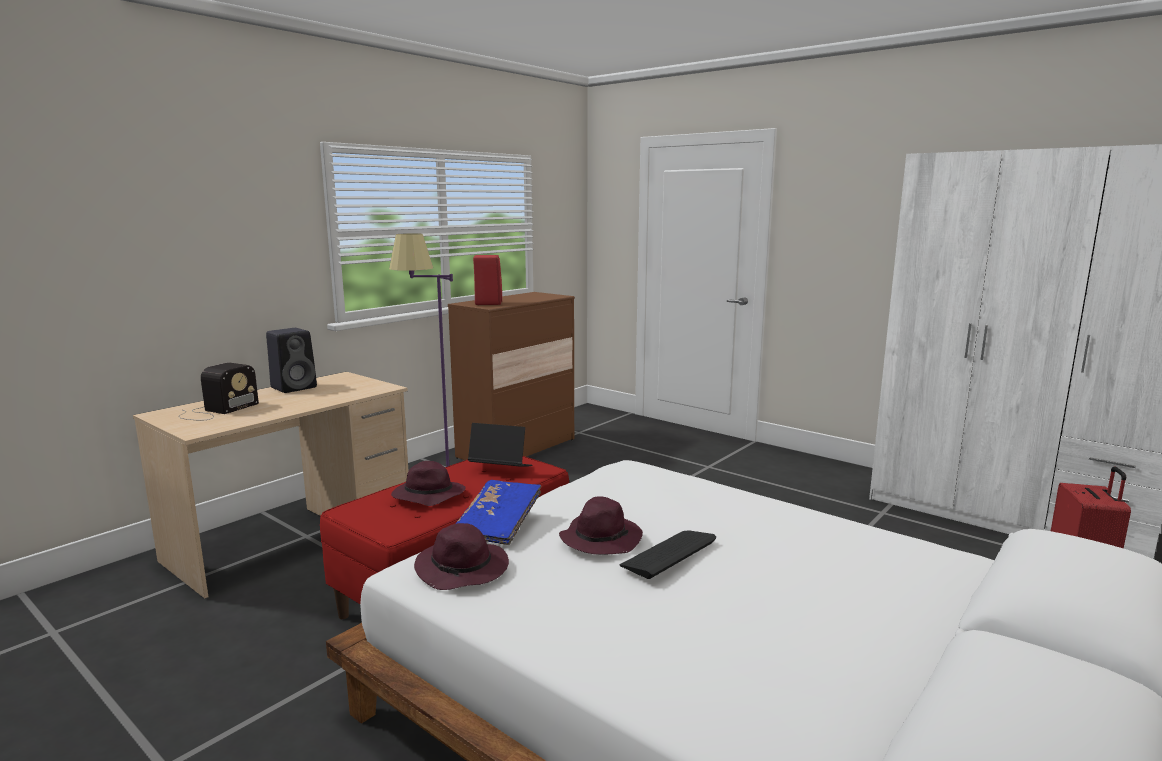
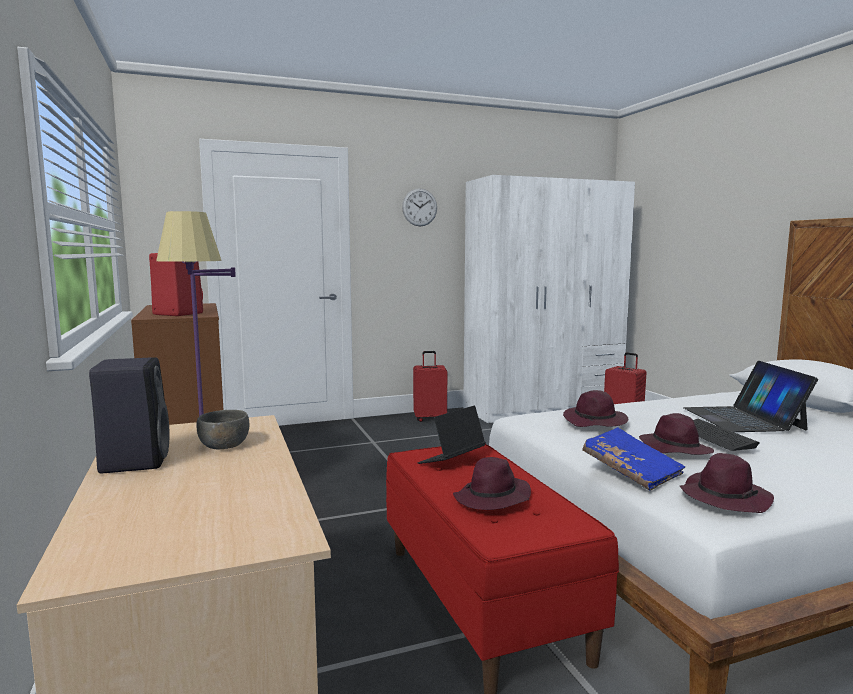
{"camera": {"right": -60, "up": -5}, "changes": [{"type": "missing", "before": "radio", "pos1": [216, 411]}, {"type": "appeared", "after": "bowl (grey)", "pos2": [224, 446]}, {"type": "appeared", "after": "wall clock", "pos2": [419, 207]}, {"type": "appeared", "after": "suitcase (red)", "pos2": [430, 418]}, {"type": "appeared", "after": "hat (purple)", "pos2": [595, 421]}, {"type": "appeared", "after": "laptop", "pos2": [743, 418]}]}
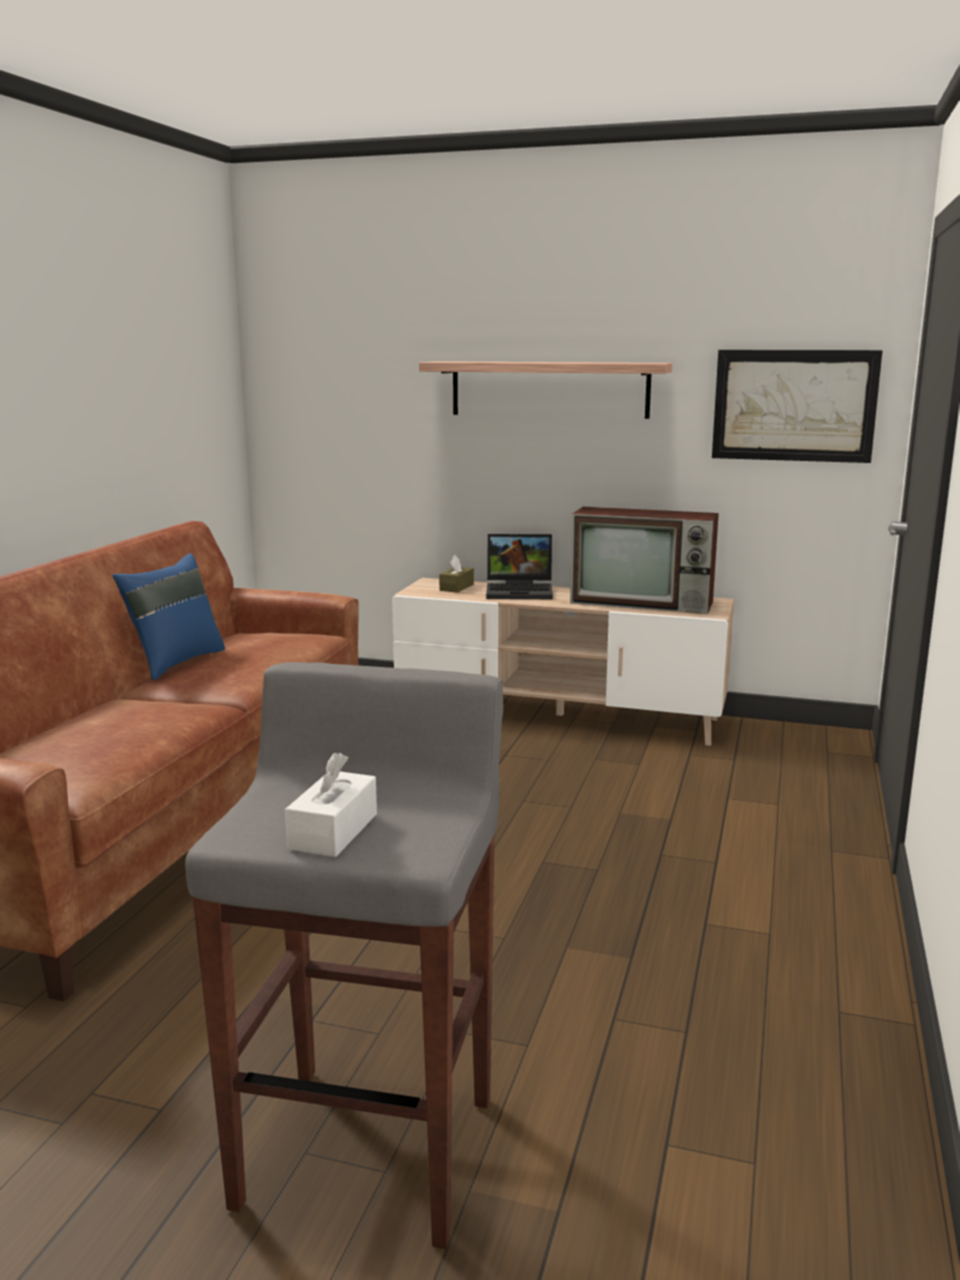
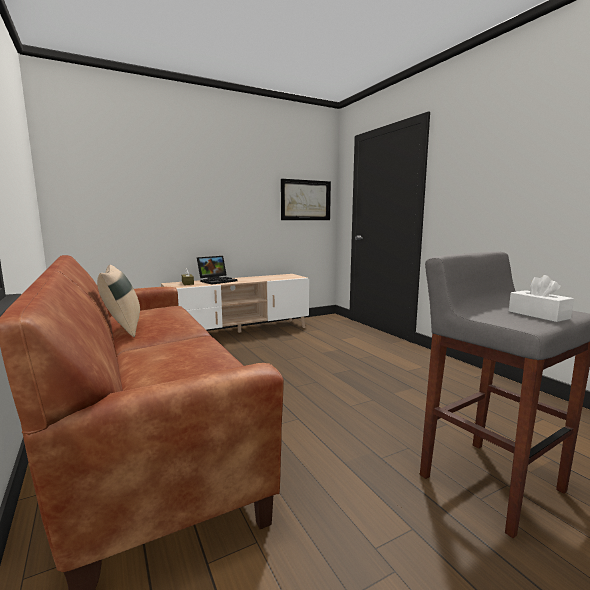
{"camera": {"right": -45, "up": -5}, "changes": [{"type": "missing", "before": "shelf", "pos1": [549, 389]}, {"type": "missing", "before": "television", "pos1": [644, 602]}, {"type": "colour", "before": "pillow (blue)", "after": "pillow (beige)", "pos1": [175, 662], "pos2": [123, 329]}]}
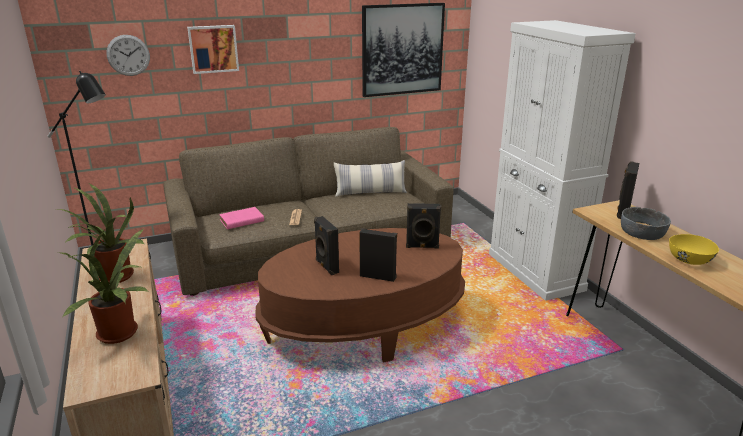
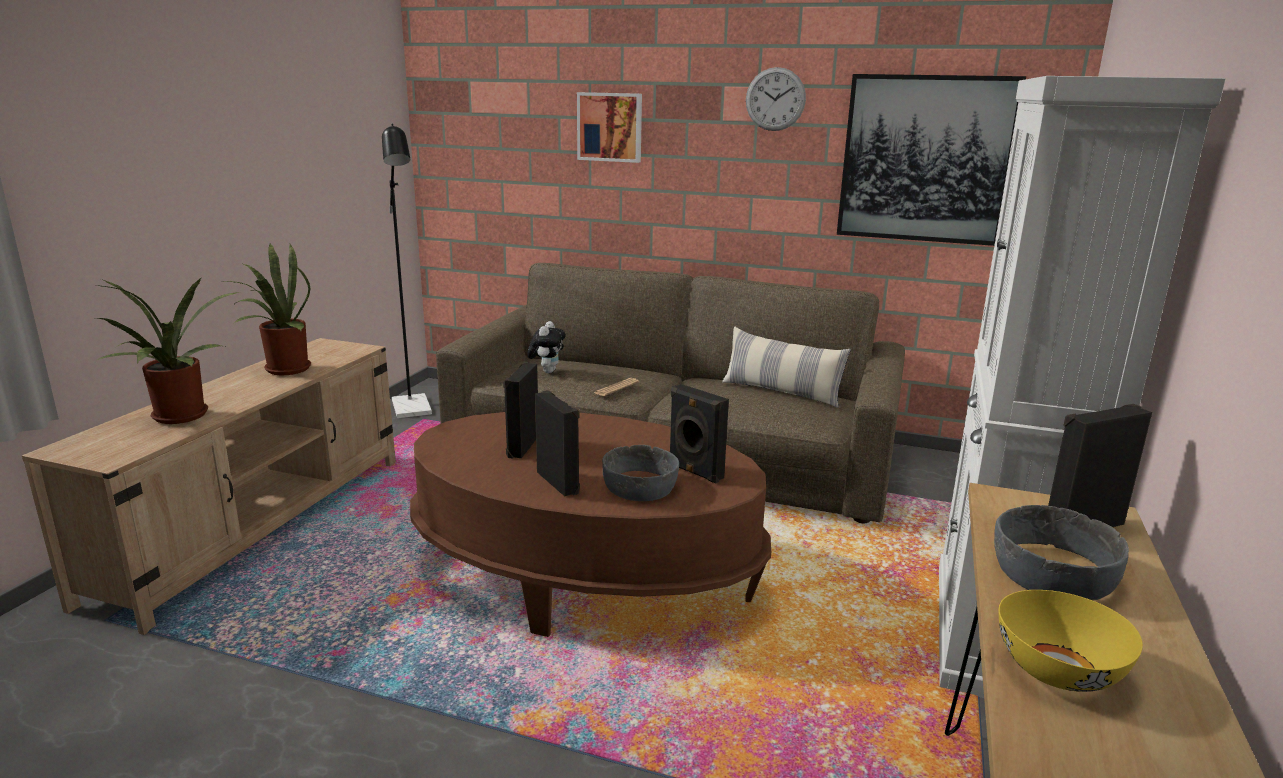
{"camera": {"right": 40, "up": -5}, "changes": [{"type": "appeared", "after": "bowl (grey)", "pos2": [640, 487]}, {"type": "relocated", "before": "wall clock", "pos1": [128, 55], "pos2": [775, 99]}, {"type": "exchanged", "before": "book (pink)", "after": "plush toy", "pos1": [240, 221], "pos2": [547, 371]}]}
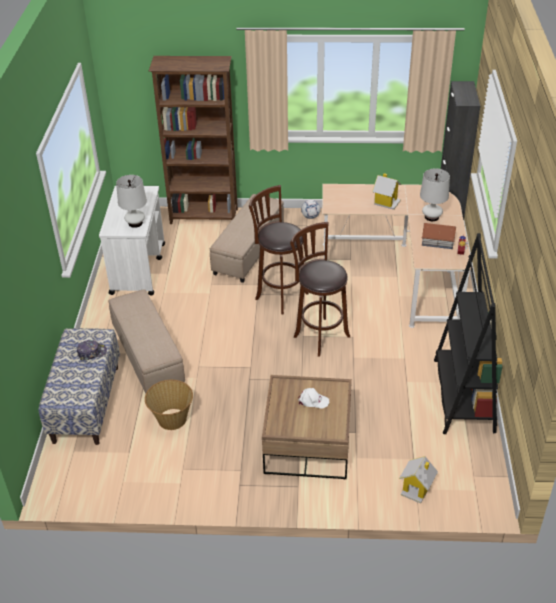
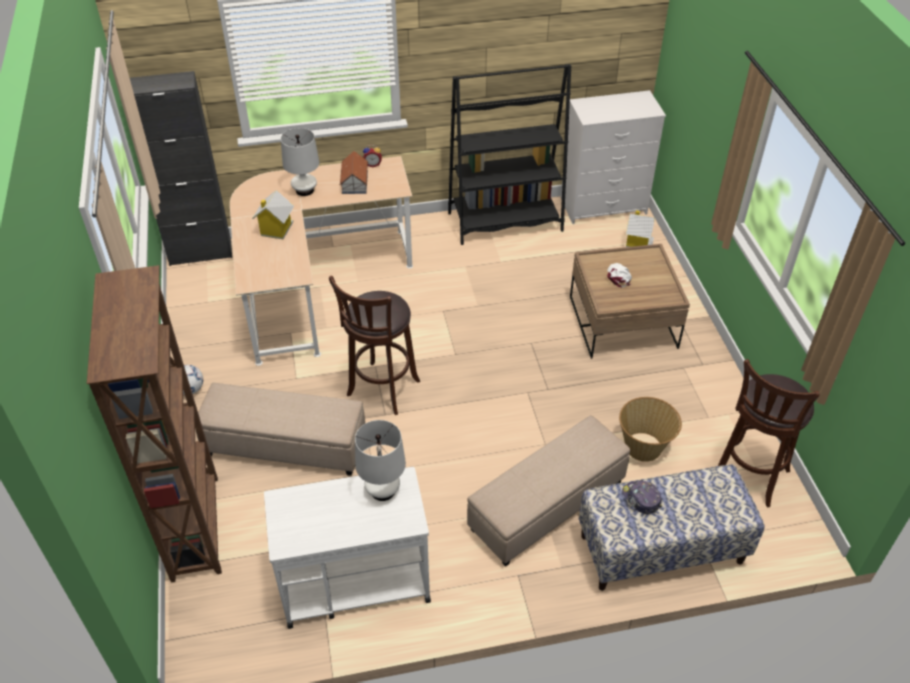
{"camera": {"right": -105, "up": 5}, "changes": [{"type": "appeared", "after": "dresser (white)", "pos2": [604, 205]}, {"type": "relocated", "before": "stool (brown)", "pos1": [319, 335], "pos2": [748, 477]}]}
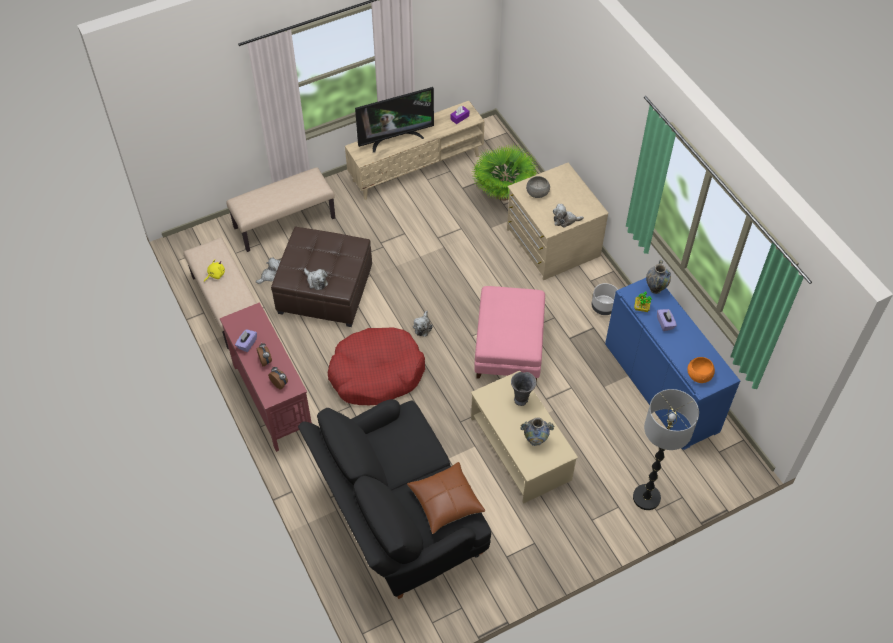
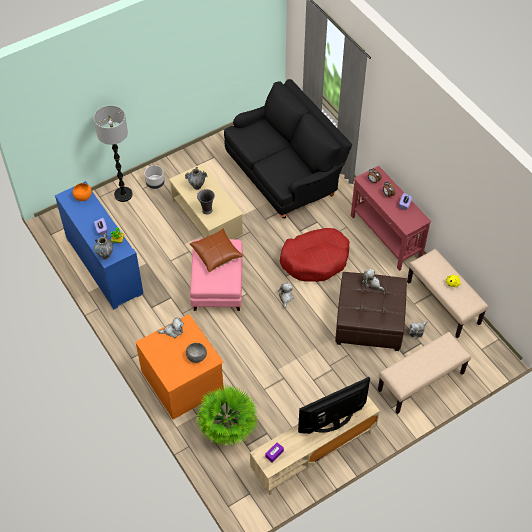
{"camera": {"right": 175, "up": 0}, "changes": [{"type": "relocated", "before": "pillow (brown)", "pos1": [445, 502], "pos2": [216, 254]}, {"type": "relocated", "before": "planter (grey)", "pos1": [603, 307], "pos2": [155, 183]}, {"type": "colour", "before": "dresser (beige)", "after": "dresser (orange)", "pos1": [551, 243], "pos2": [183, 380]}]}
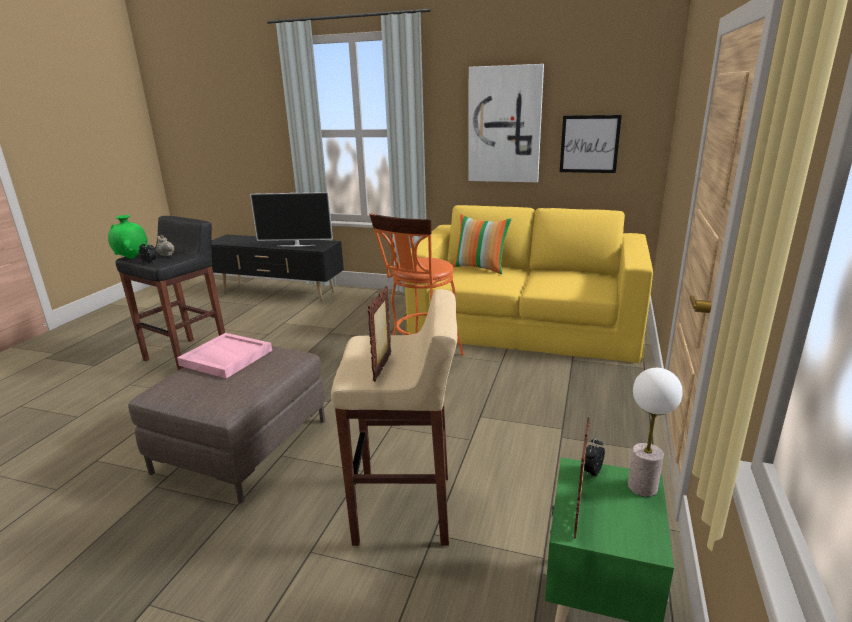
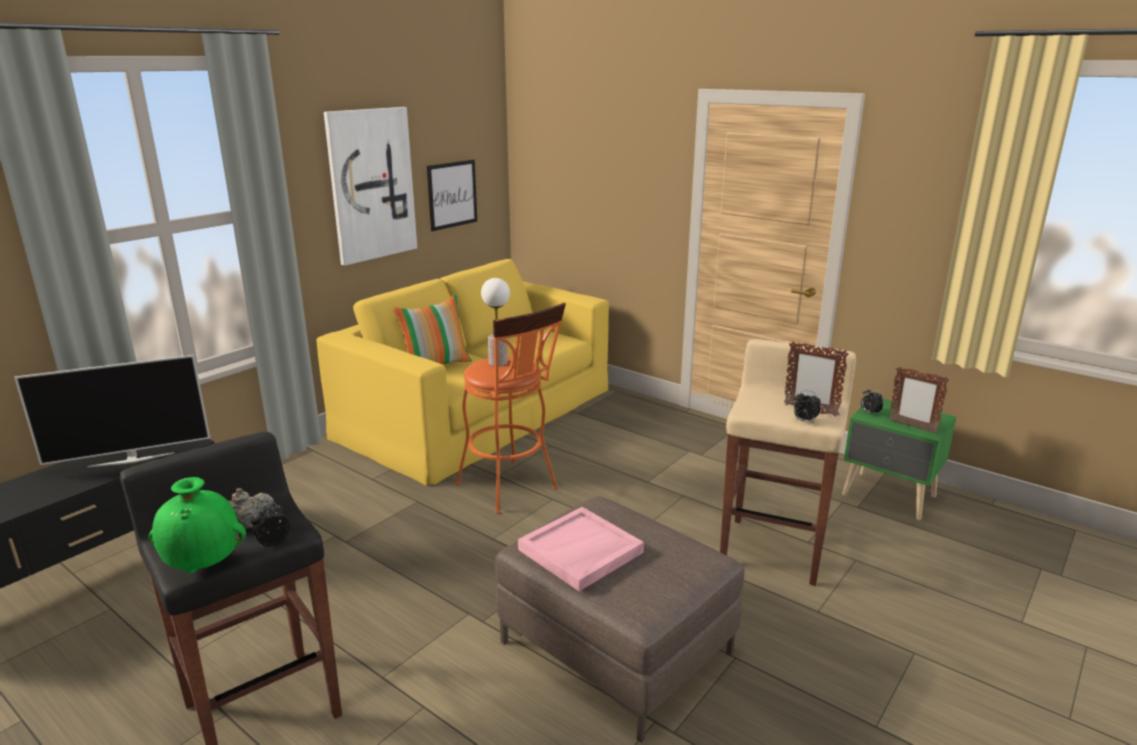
{"camera": {"right": -70, "up": 0}, "changes": [{"type": "appeared", "after": "alarm clock", "pos2": [804, 421]}, {"type": "relocated", "before": "table lamp", "pos1": [642, 487], "pos2": [498, 363]}, {"type": "spun", "before": "television", "pos1": [296, 245], "pos2": [131, 459], "turn": 45}]}
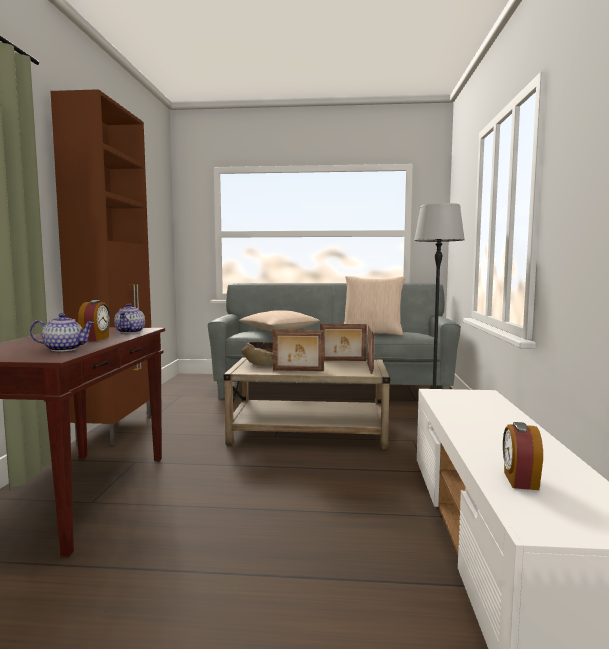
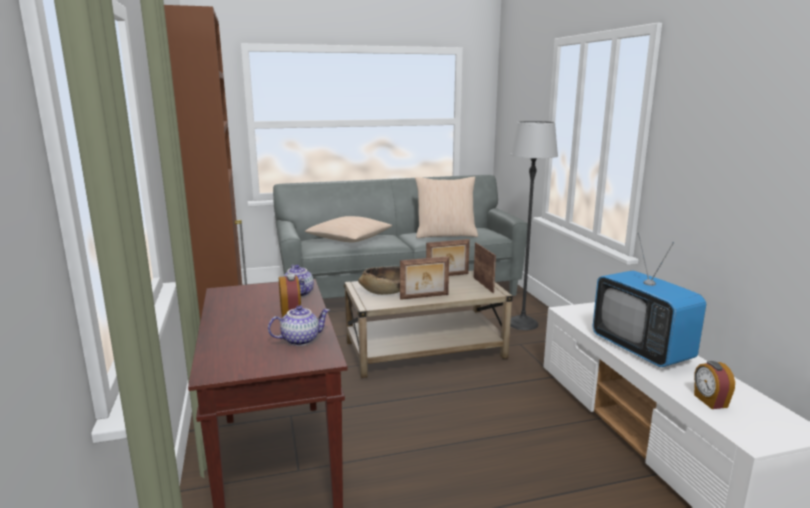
{"camera": {"right": -20, "up": 10}, "changes": [{"type": "appeared", "after": "television", "pos2": [641, 349]}]}
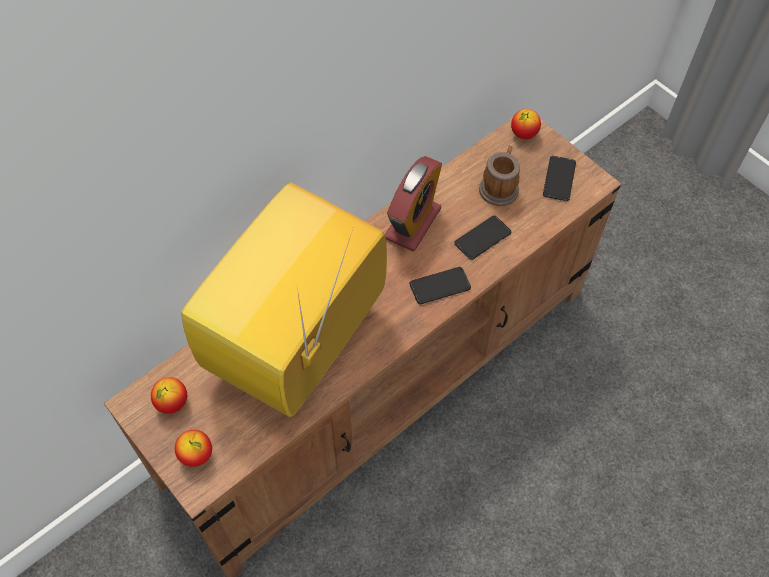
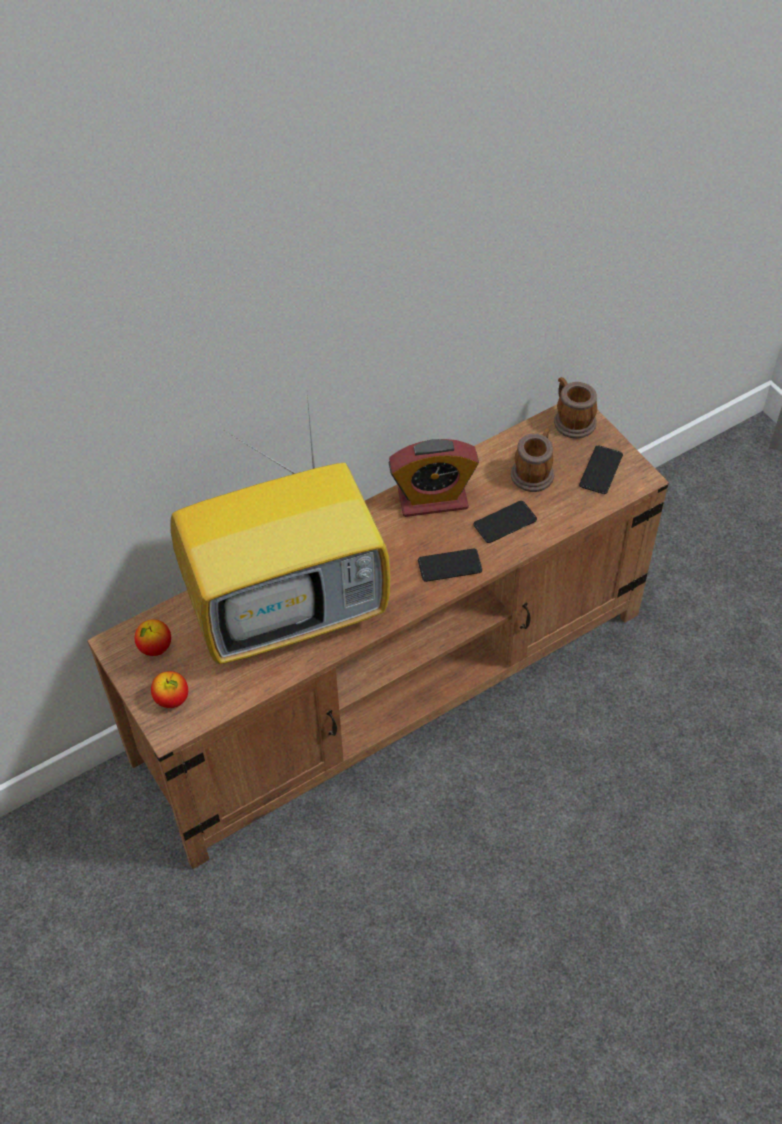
{"camera": {"right": 10, "up": -5}, "changes": [{"type": "exchanged", "before": "apple", "after": "mug", "pos1": [523, 134], "pos2": [571, 420]}, {"type": "spun", "before": "television", "pos1": [297, 345], "pos2": [290, 608], "turn": -150}, {"type": "spun", "before": "alarm clock", "pos1": [412, 223], "pos2": [433, 500], "turn": 45}]}
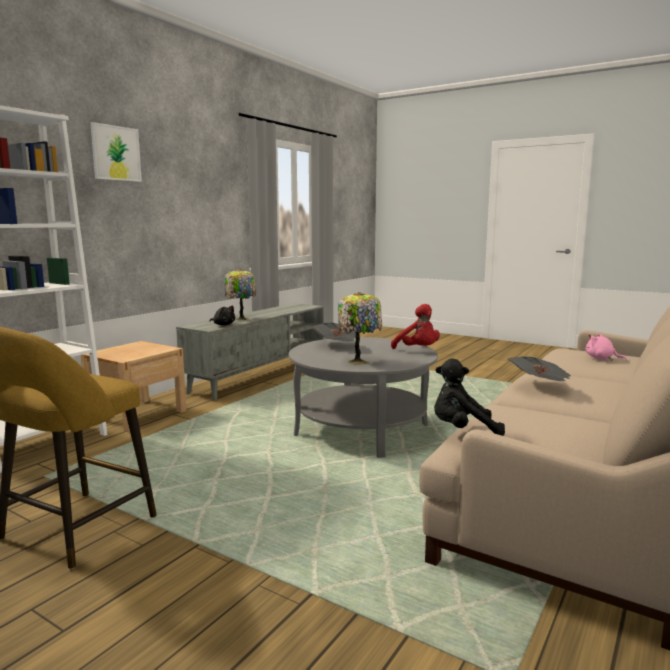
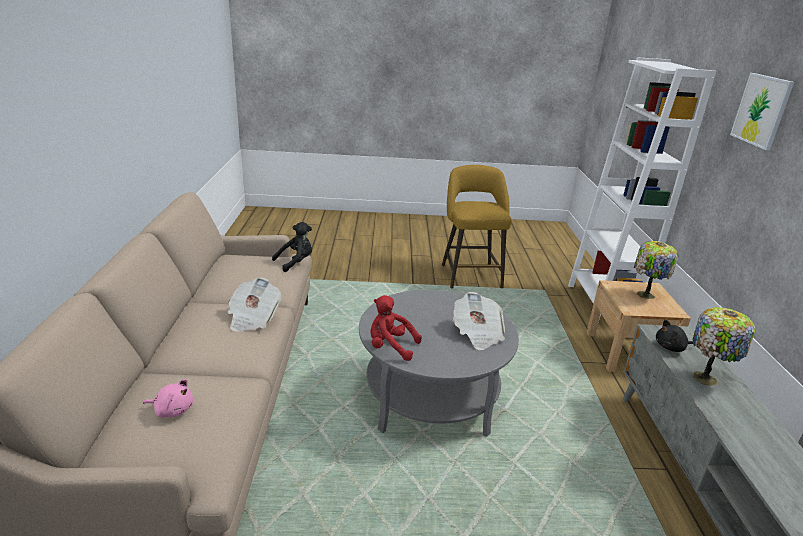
{"camera": {"right": 145, "up": 15}, "changes": [{"type": "relocated", "before": "table lamp", "pos1": [359, 361], "pos2": [645, 295]}]}
